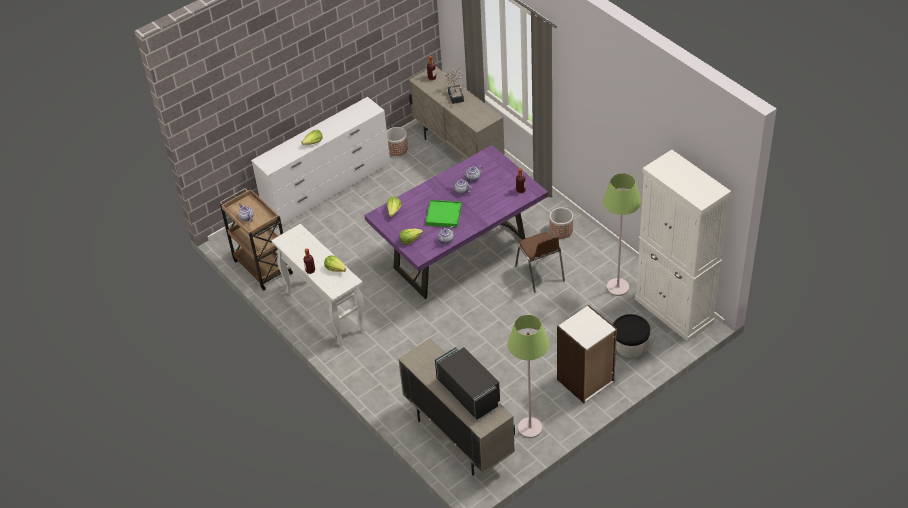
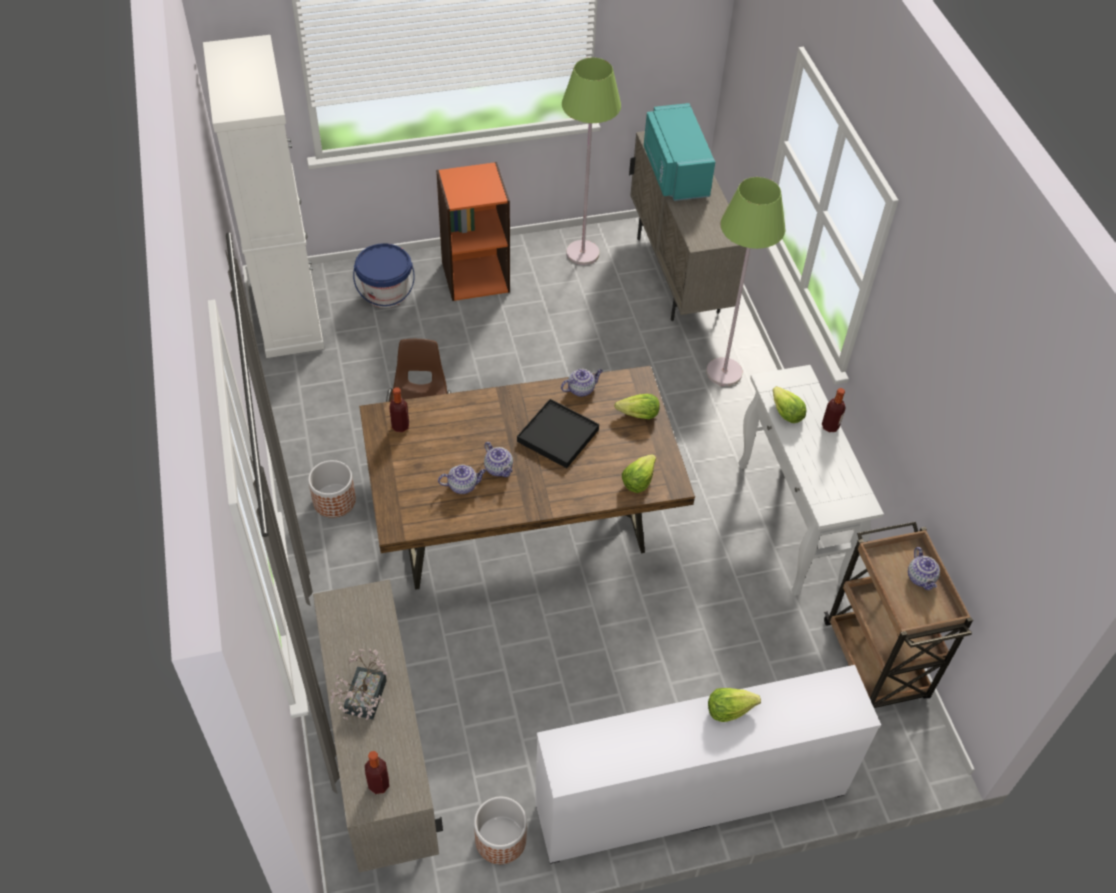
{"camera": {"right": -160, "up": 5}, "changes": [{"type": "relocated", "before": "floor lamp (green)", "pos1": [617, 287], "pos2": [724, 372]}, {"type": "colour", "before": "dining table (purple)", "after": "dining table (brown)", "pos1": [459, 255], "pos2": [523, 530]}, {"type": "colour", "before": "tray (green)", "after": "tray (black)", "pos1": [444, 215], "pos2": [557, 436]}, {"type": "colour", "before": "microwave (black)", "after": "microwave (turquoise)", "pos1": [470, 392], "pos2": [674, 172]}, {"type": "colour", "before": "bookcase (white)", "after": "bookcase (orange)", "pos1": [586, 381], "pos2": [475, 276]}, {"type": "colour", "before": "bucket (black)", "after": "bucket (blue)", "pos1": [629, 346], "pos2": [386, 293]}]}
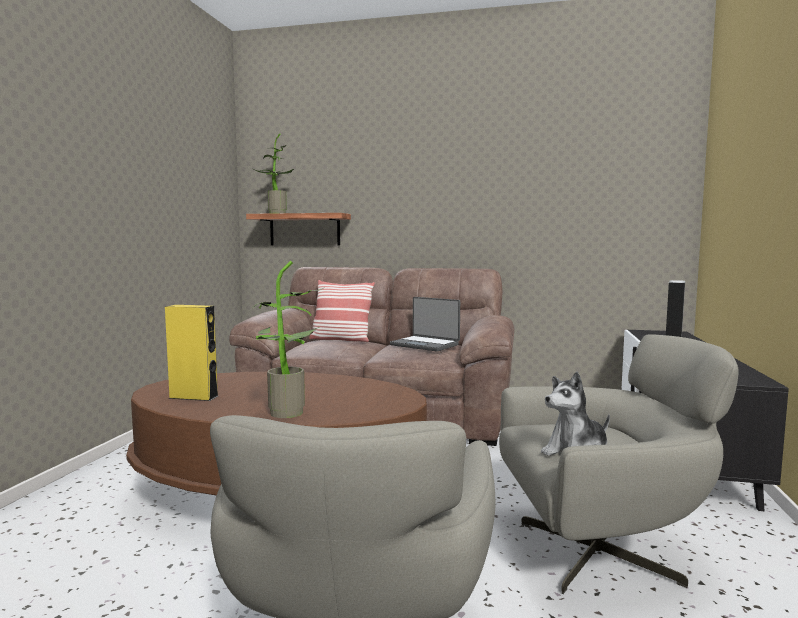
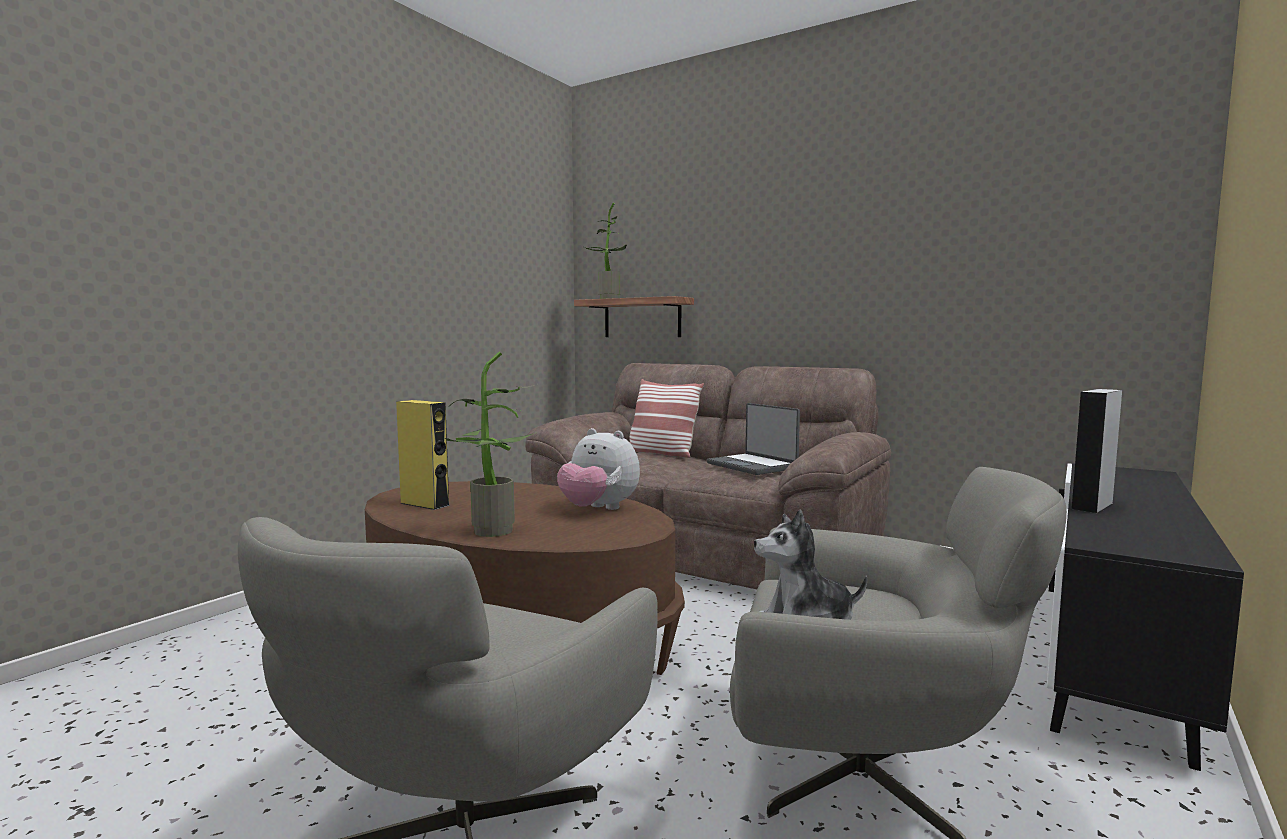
{"camera": {"right": 20, "up": 0}, "changes": [{"type": "appeared", "after": "plush toy", "pos2": [598, 509]}]}
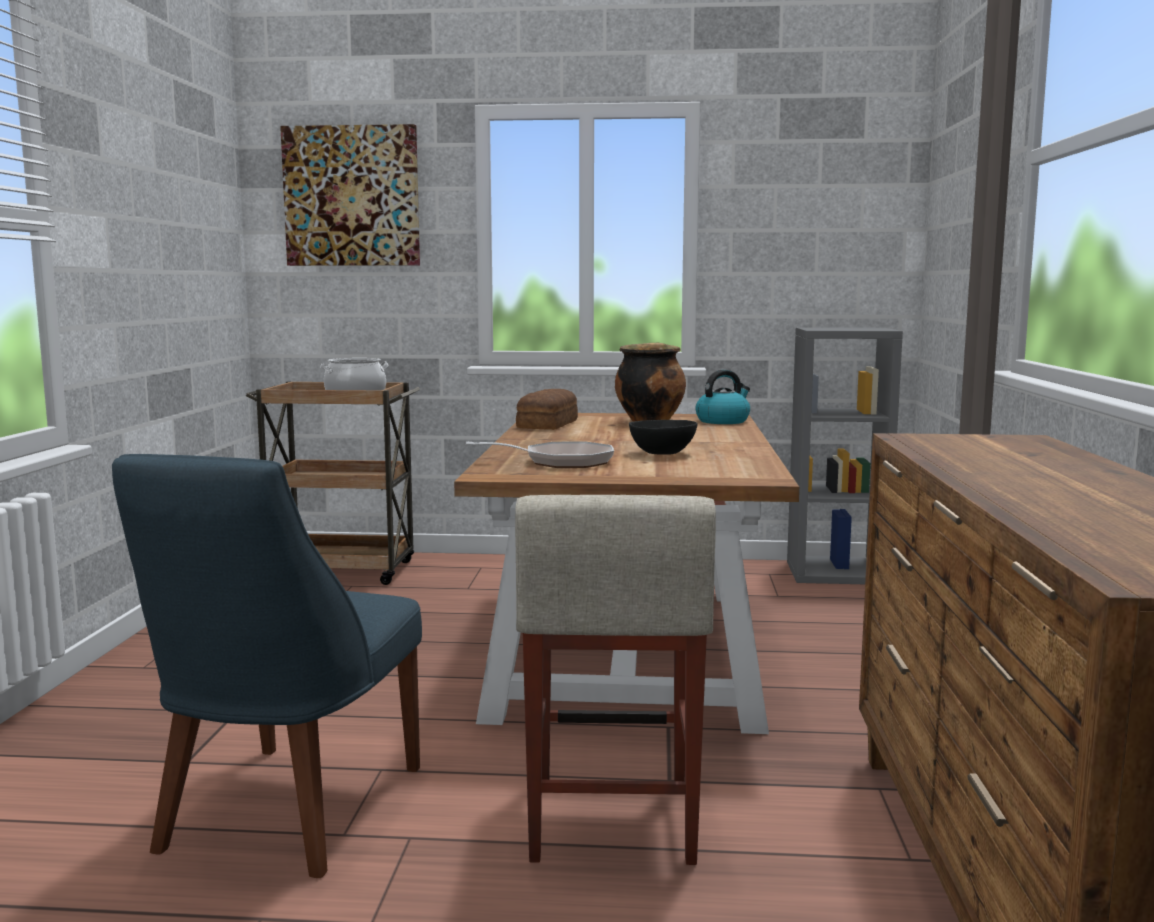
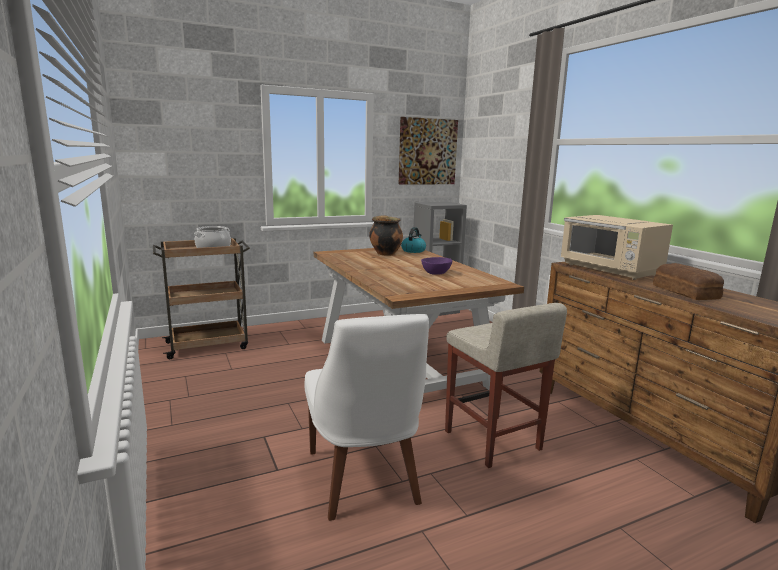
{"camera": {"right": -30, "up": 5}, "changes": [{"type": "missing", "before": "frying pan", "pos1": [560, 462]}, {"type": "appeared", "after": "microwave (beige)", "pos2": [610, 270]}, {"type": "relocated", "before": "picture", "pos1": [352, 196], "pos2": [427, 151]}, {"type": "relocated", "before": "bread", "pos1": [549, 424], "pos2": [685, 292]}, {"type": "colour", "before": "chair (blue)", "after": "chair (white)", "pos1": [285, 814], "pos2": [364, 480]}, {"type": "colour", "before": "bowl (black)", "after": "bowl (purple)", "pos1": [663, 454], "pos2": [437, 273]}]}
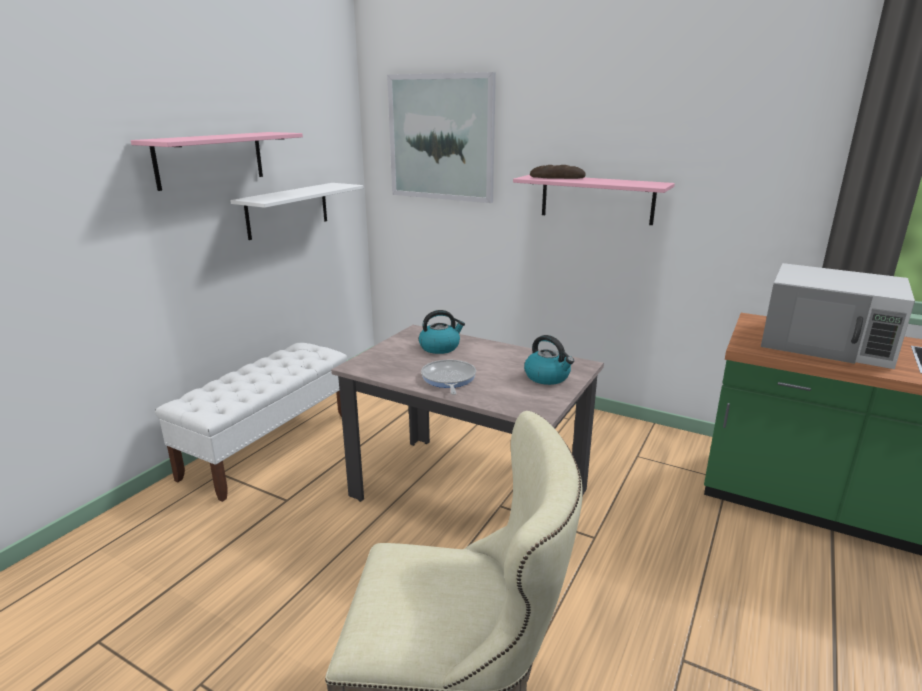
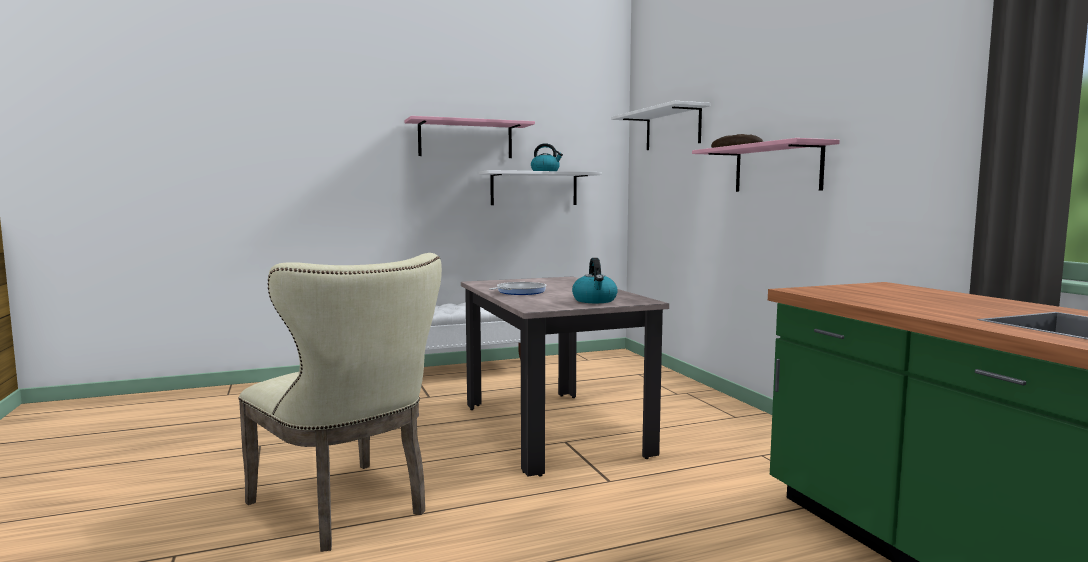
{"camera": {"right": 40, "up": -15}, "changes": [{"type": "missing", "before": "microwave (white)", "pos1": [827, 343]}, {"type": "relocated", "before": "kettle", "pos1": [440, 347], "pos2": [545, 171]}, {"type": "exchanged", "before": "picture", "after": "shelf (white)", "pos1": [441, 138], "pos2": [672, 129]}]}
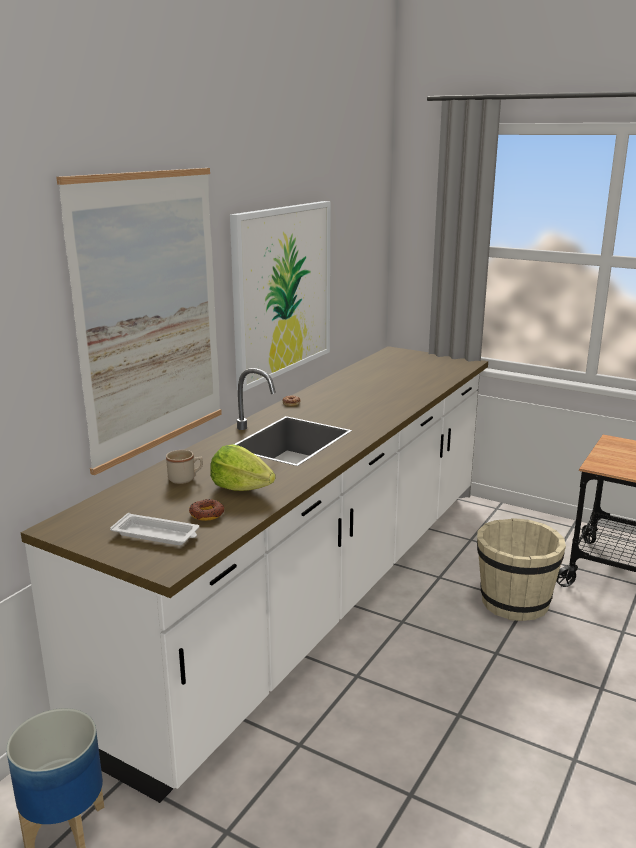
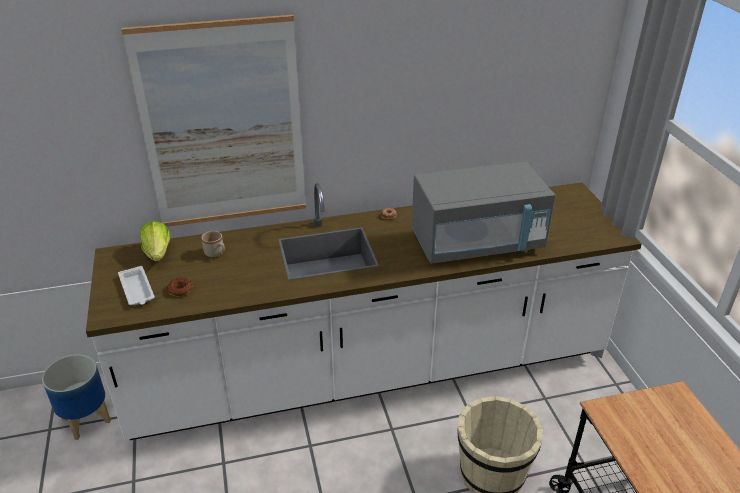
{"camera": {"right": 45, "up": 15}, "changes": [{"type": "missing", "before": "picture", "pos1": [282, 291]}, {"type": "appeared", "after": "microwave (grey)", "pos2": [477, 243]}, {"type": "relocated", "before": "lettuce", "pos1": [241, 488], "pos2": [158, 253]}]}
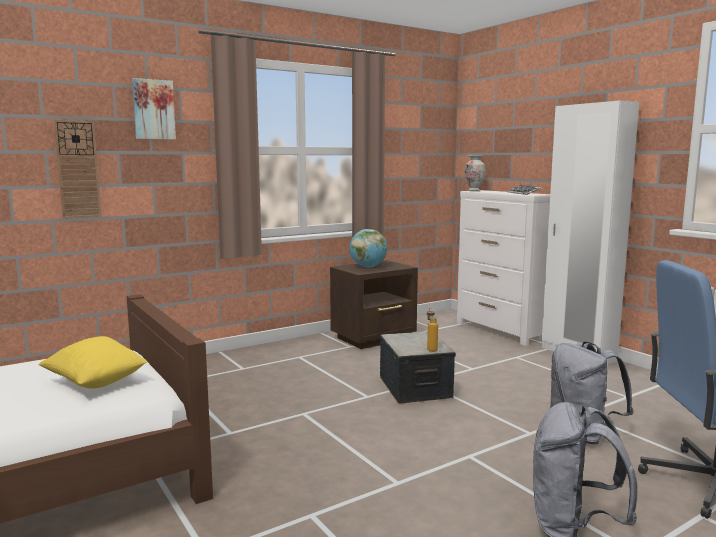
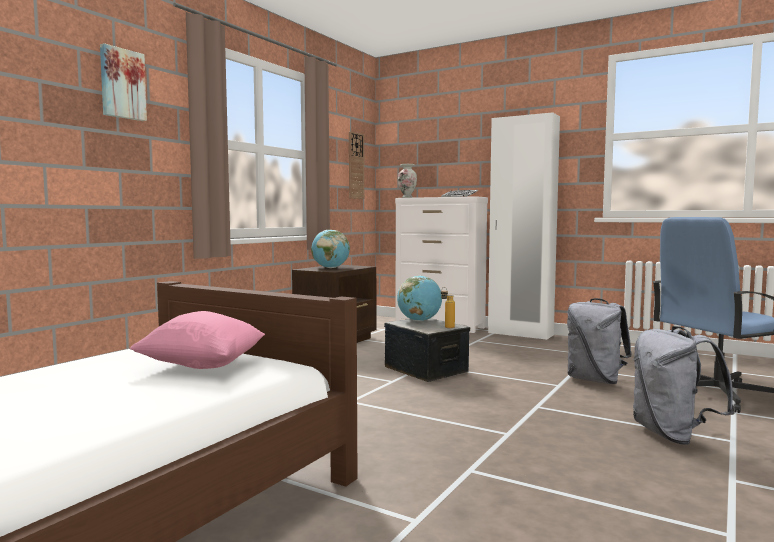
{"camera": {"right": -25, "up": -5}, "changes": [{"type": "appeared", "after": "globe", "pos2": [419, 321]}, {"type": "relocated", "before": "wall clock", "pos1": [78, 169], "pos2": [355, 166]}, {"type": "colour", "before": "pillow (yellow)", "after": "pillow (pink)", "pos1": [95, 382], "pos2": [202, 365]}]}
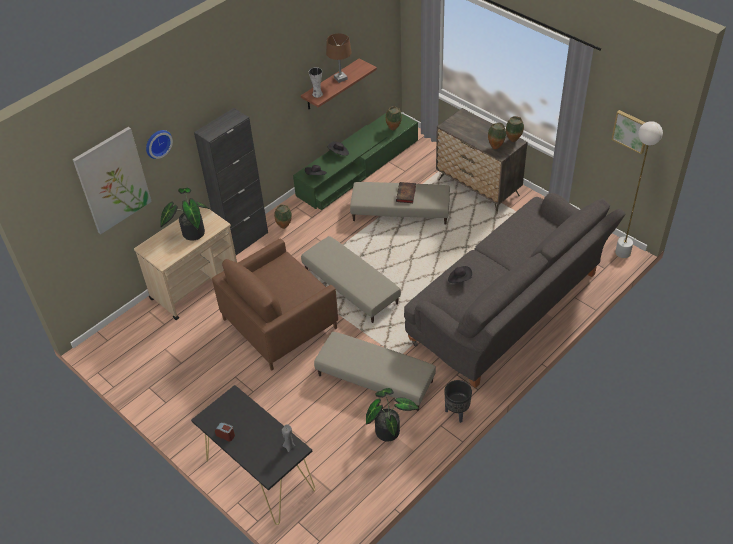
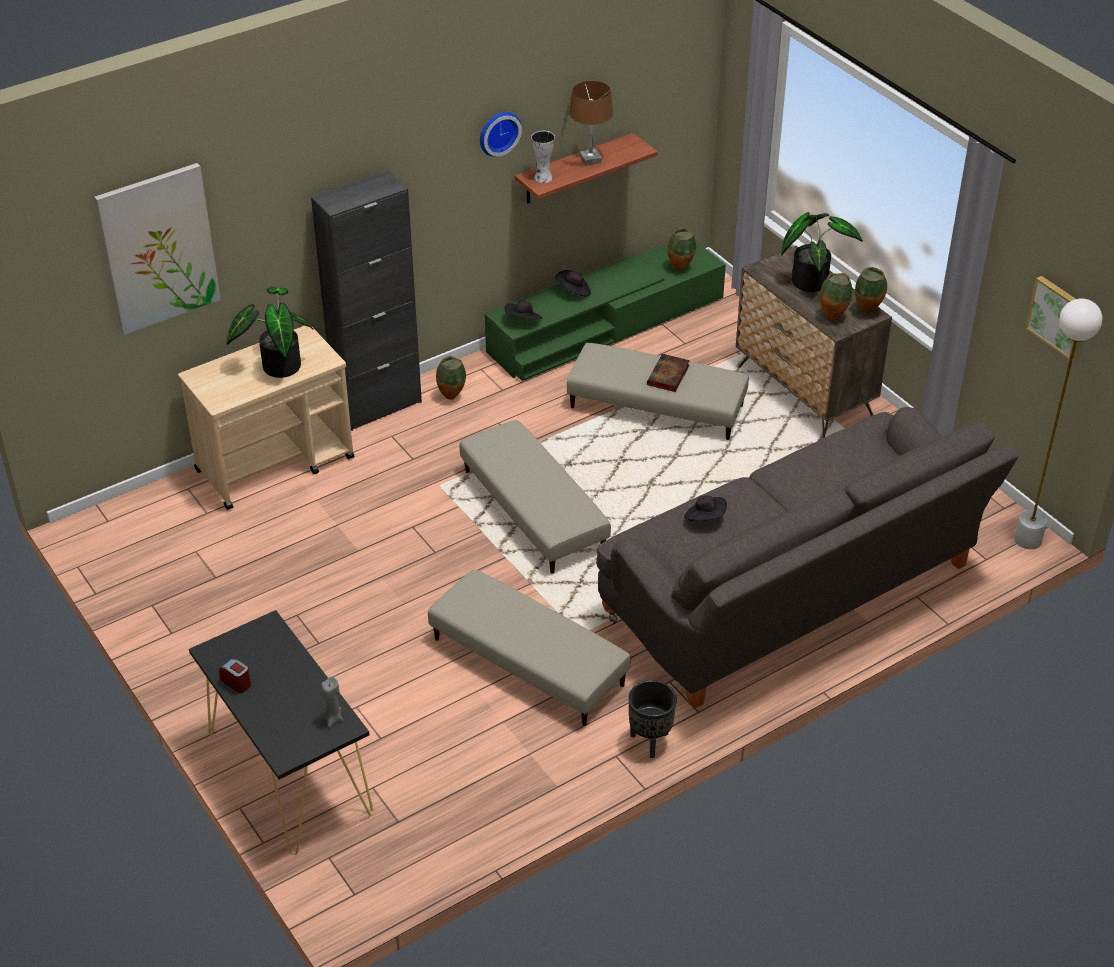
{"camera": {"right": 10, "up": -5}, "changes": [{"type": "missing", "before": "armchair (brown)", "pos1": [279, 323]}, {"type": "relocated", "before": "wall clock", "pos1": [157, 143], "pos2": [498, 132]}, {"type": "relocated", "before": "potted plant", "pos1": [388, 429], "pos2": [812, 280]}]}
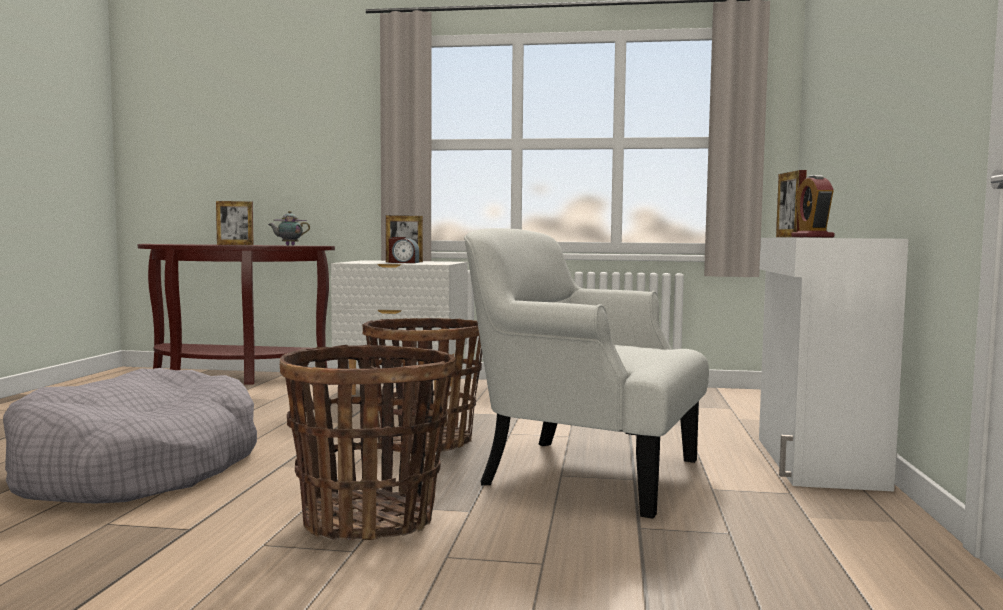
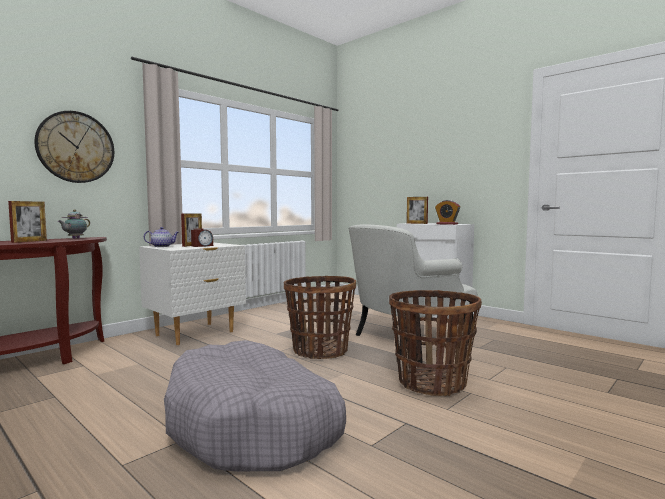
{"camera": {"right": -55, "up": 0}, "changes": [{"type": "appeared", "after": "wall clock", "pos2": [76, 147]}, {"type": "appeared", "after": "teapot", "pos2": [162, 246]}]}
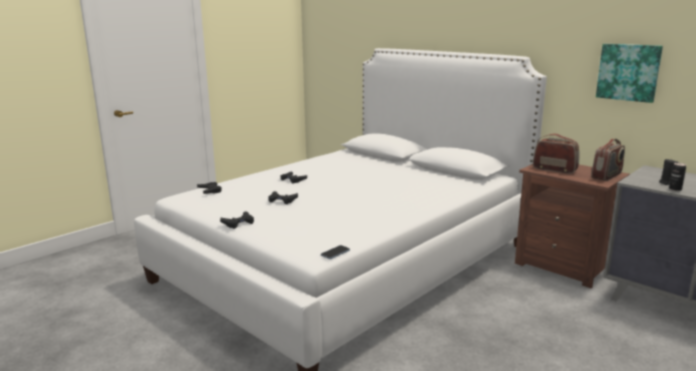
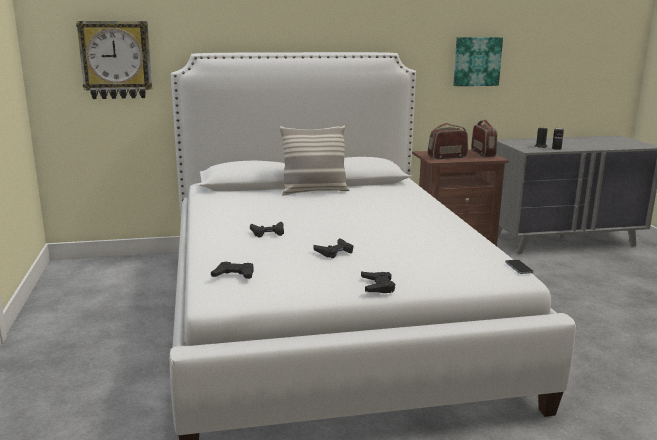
{"camera": {"right": -55, "up": 0}, "changes": [{"type": "appeared", "after": "wall clock", "pos2": [116, 60]}, {"type": "appeared", "after": "pillow", "pos2": [314, 191]}]}
